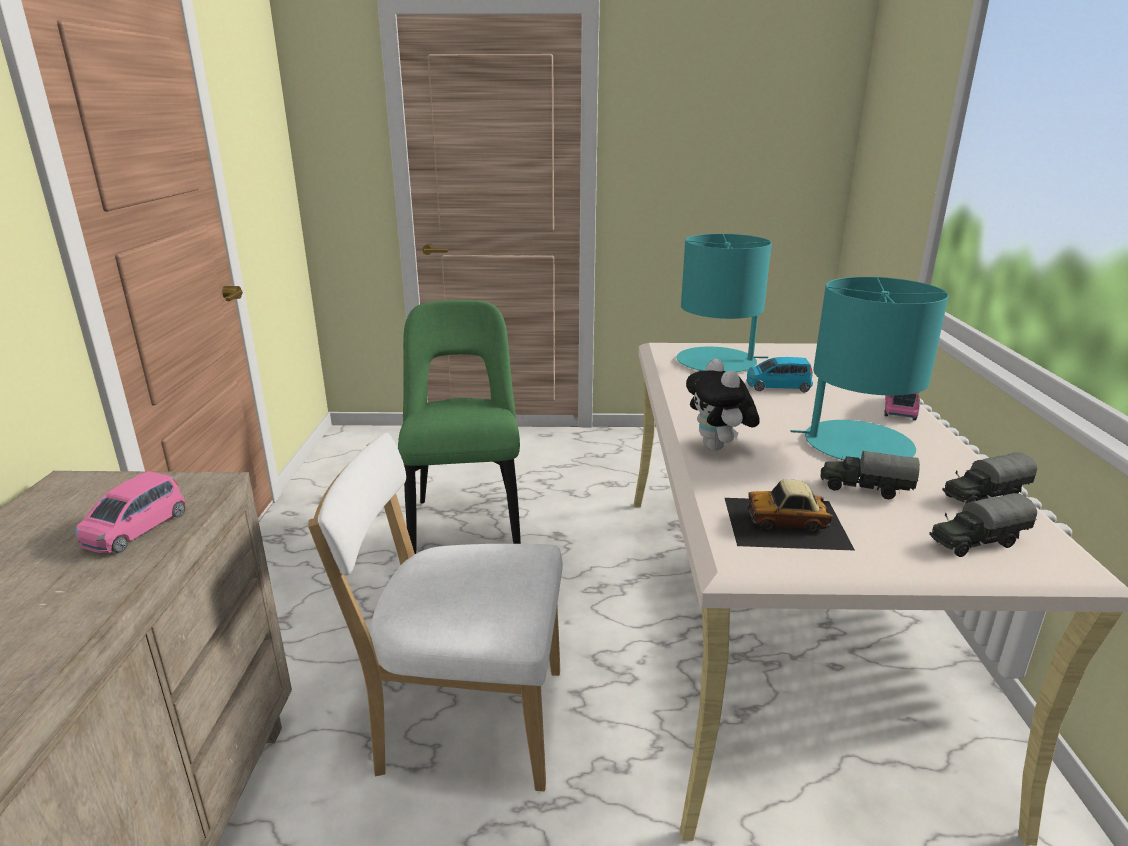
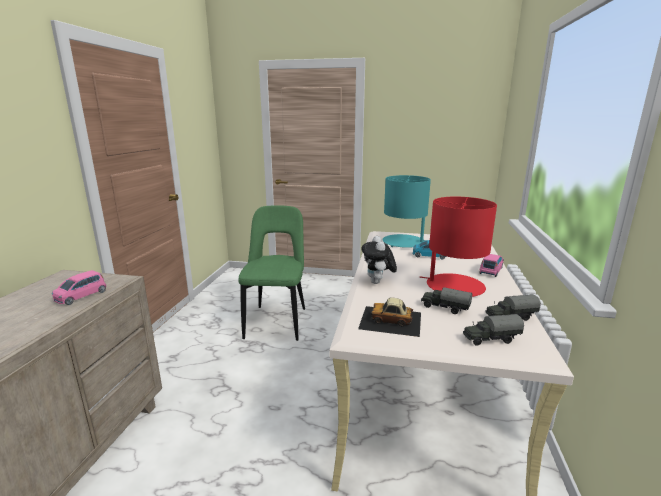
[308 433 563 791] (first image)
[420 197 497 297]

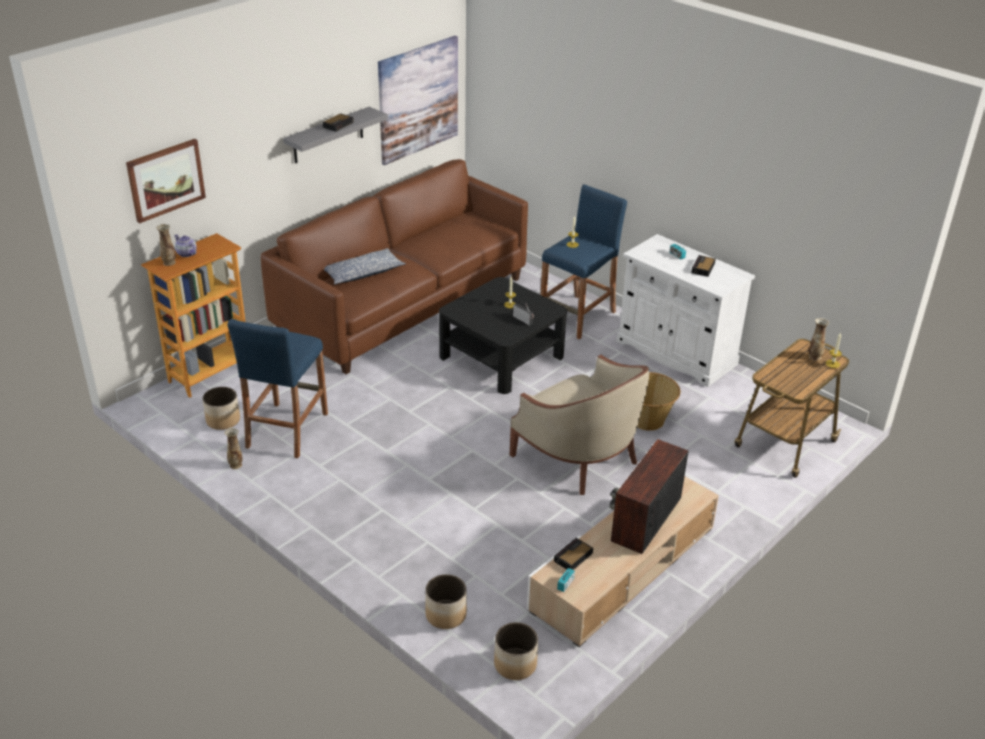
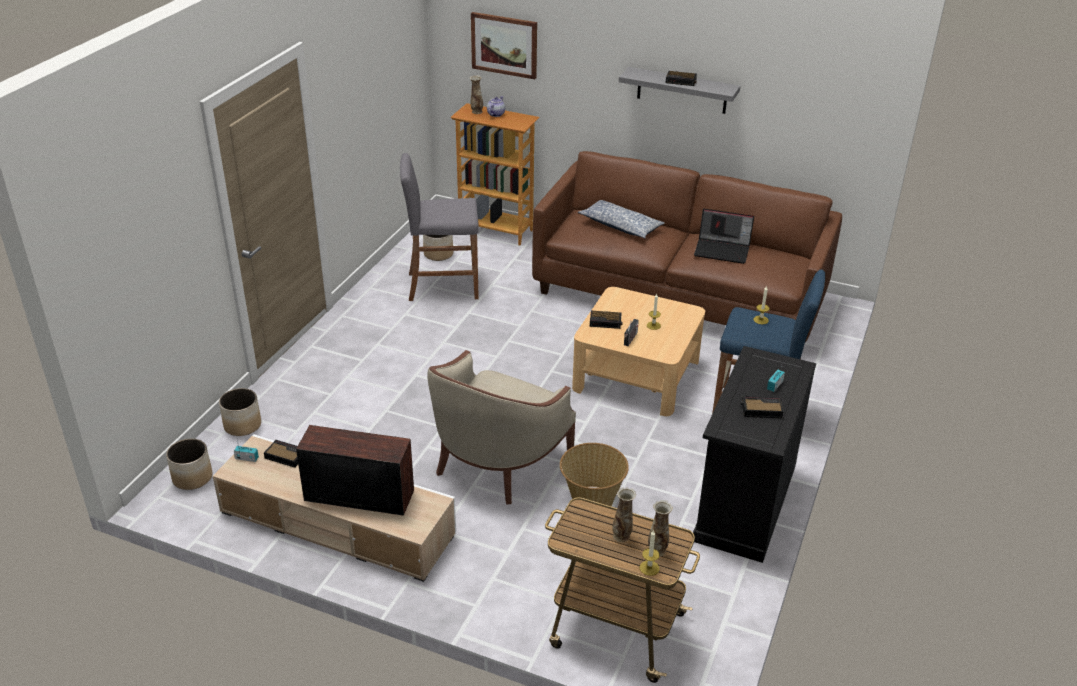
[612 487 636 542]
[400 153 479 301]
[378 36 458 165] (first image)
[572 287 705 416]
[693 346 816 563]
[590 311 623 329]
[694 209 754 264]

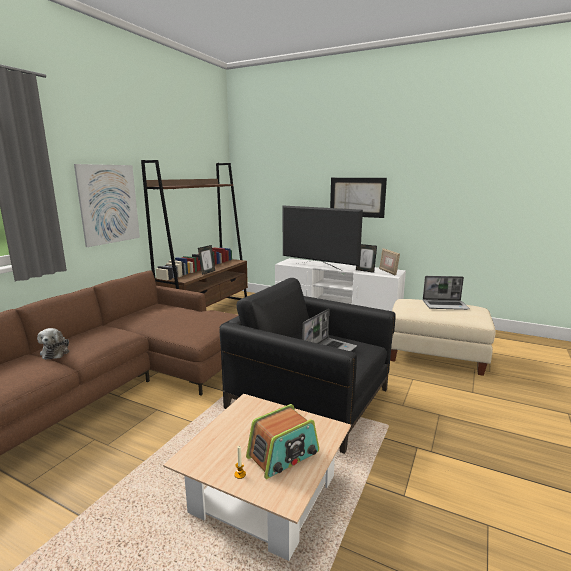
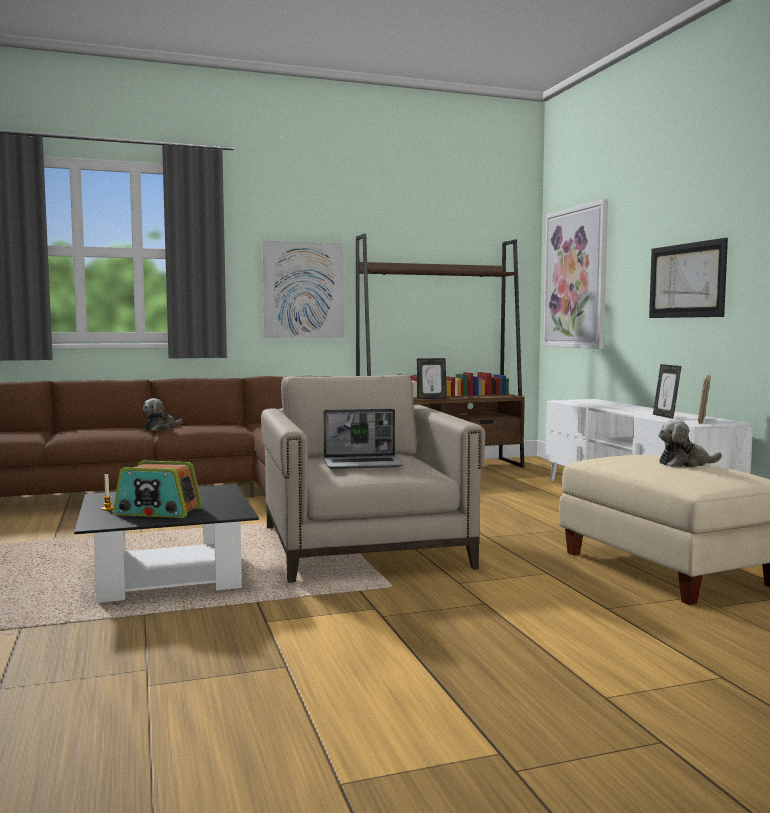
[74 484 259 603]
[261 374 485 583]
[283 206 363 271] (first image)
[659 420 722 467]
[543 199 608 349]

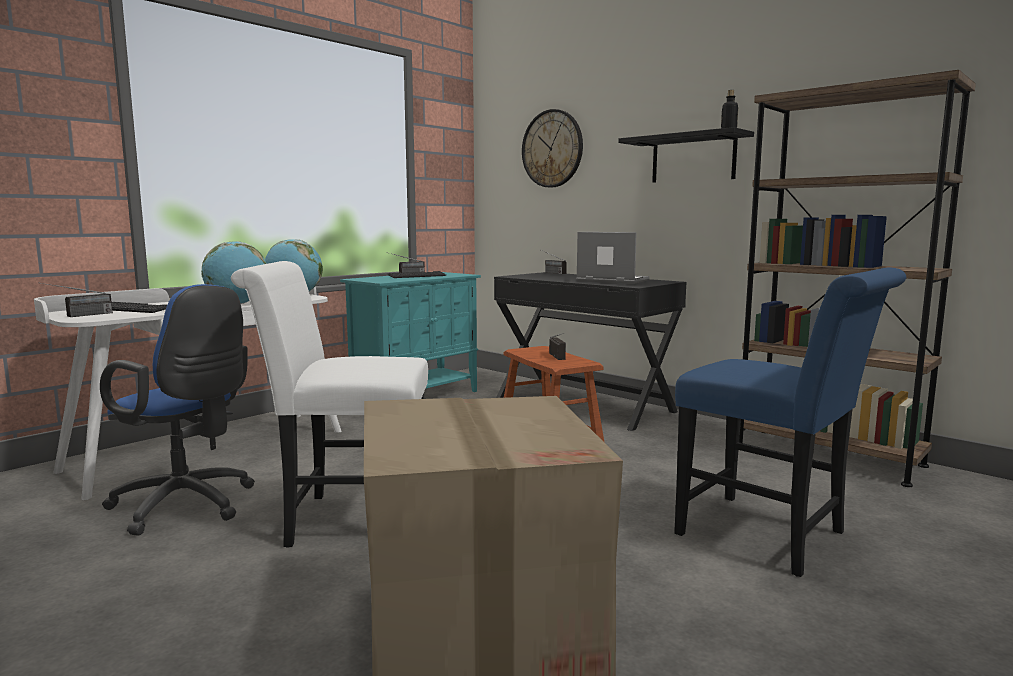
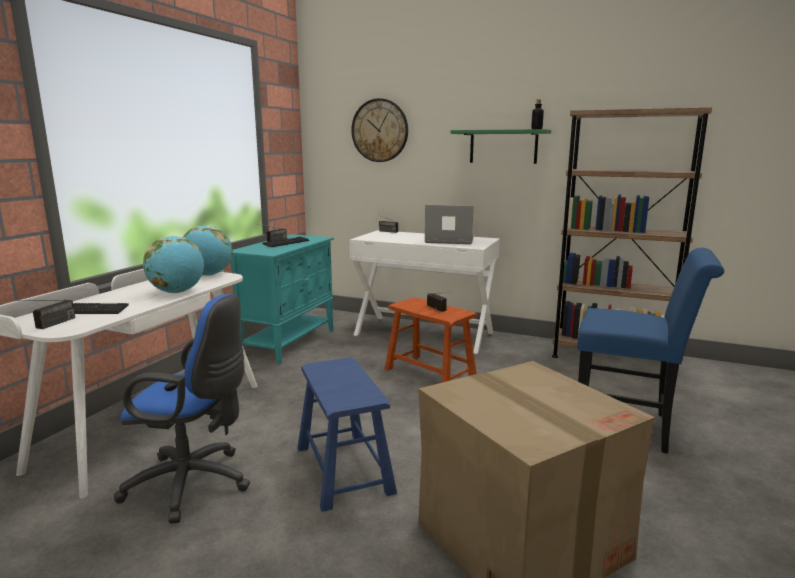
[297 357 397 512]
[349 230 500 354]
[451 129 551 164]

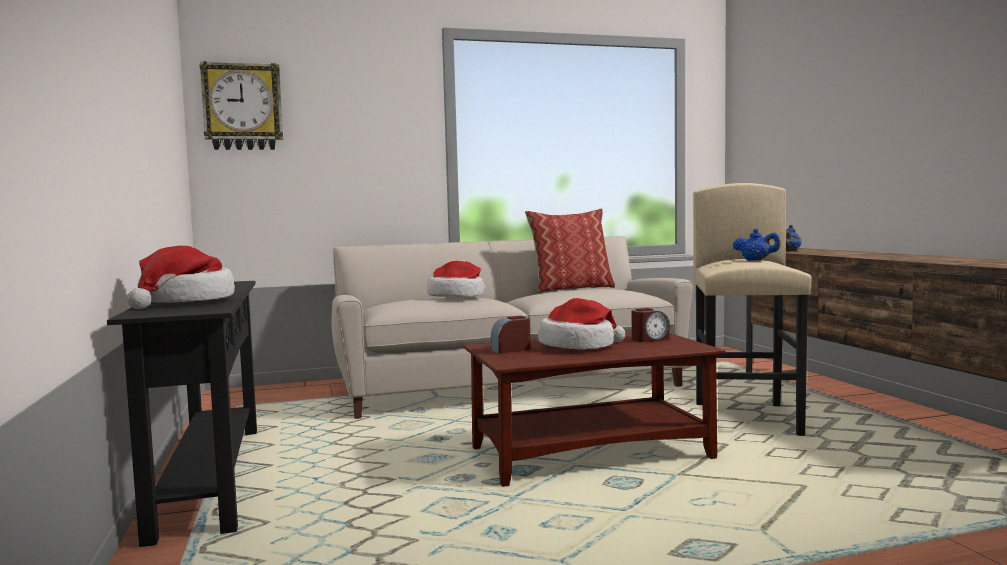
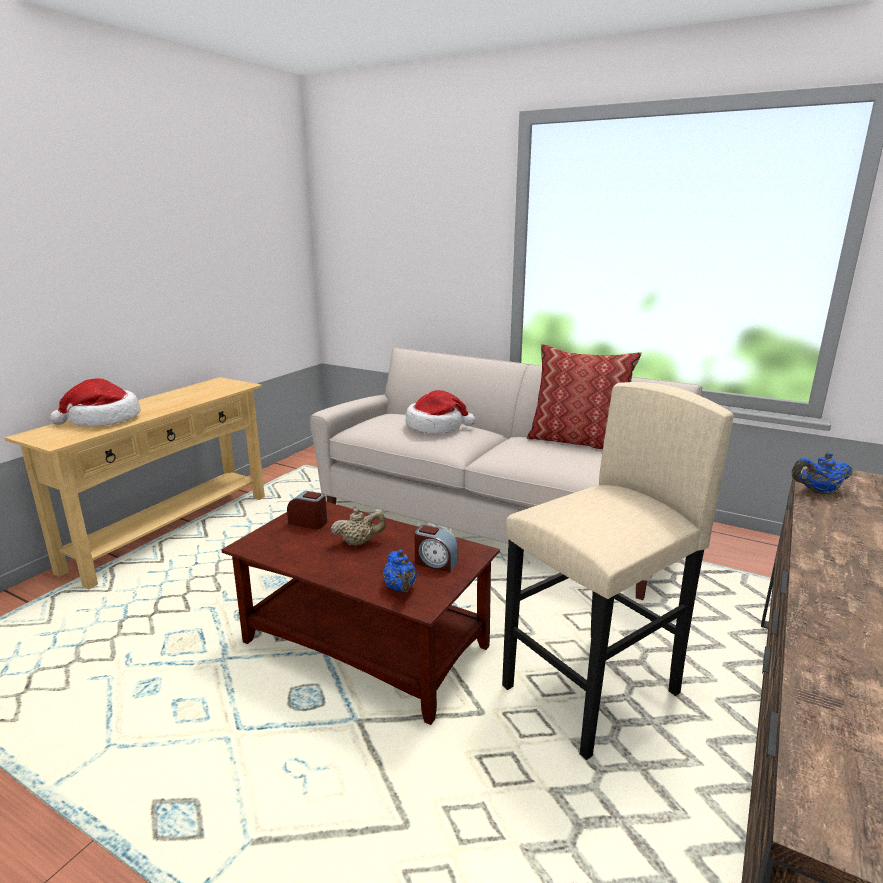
[5 377 265 589]
[200 61 283 150] (first image)
[331 508 386 545]
[383 550 417 593]

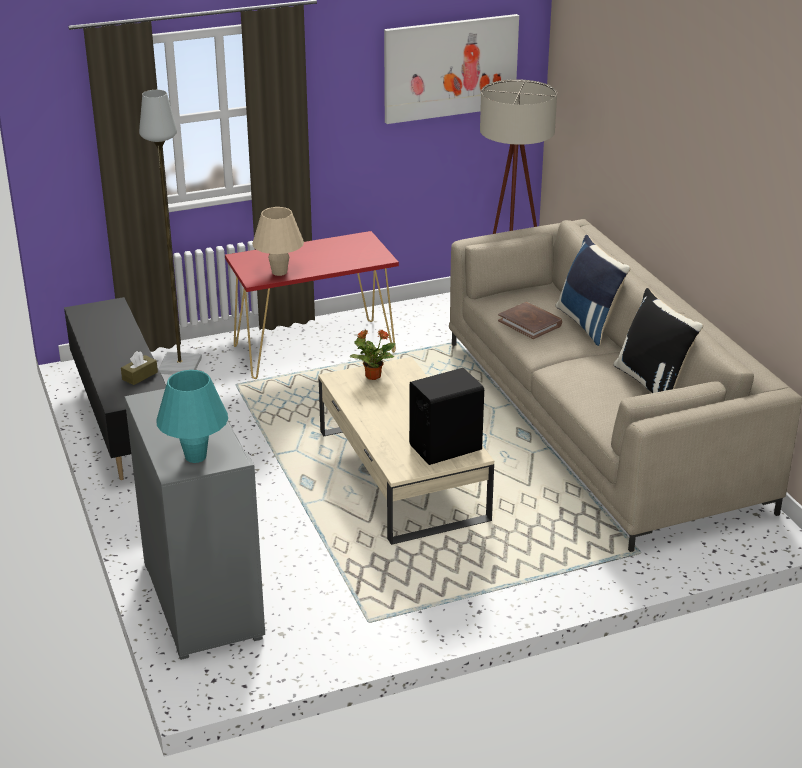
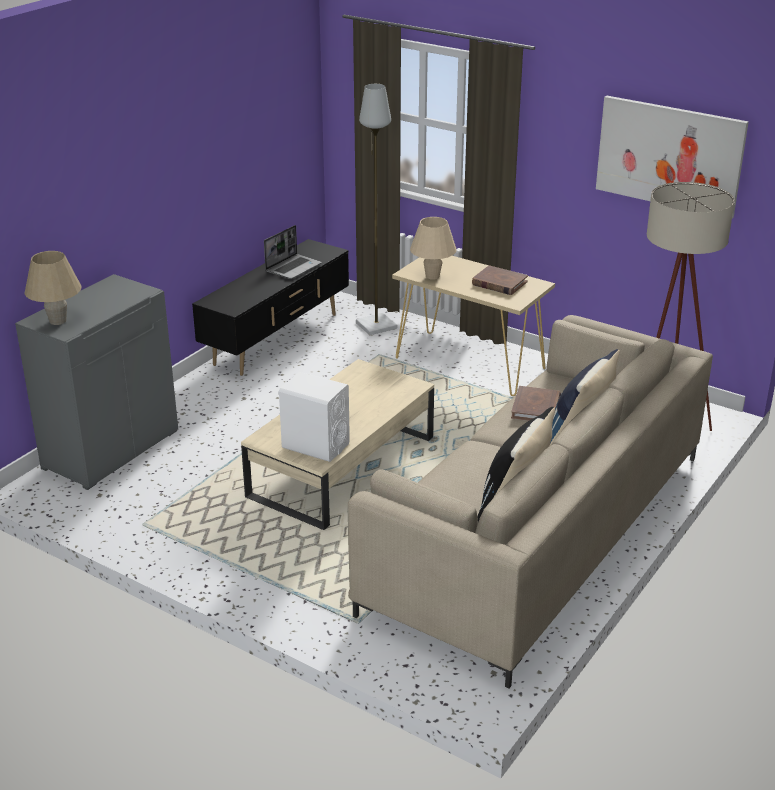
[121 351 158 385] (first image)
[24 251 81 325]
[392 256 555 396]
[350 329 395 380] (first image)
[278 372 350 462]
[264 225 322 279]
[472 265 528 295]

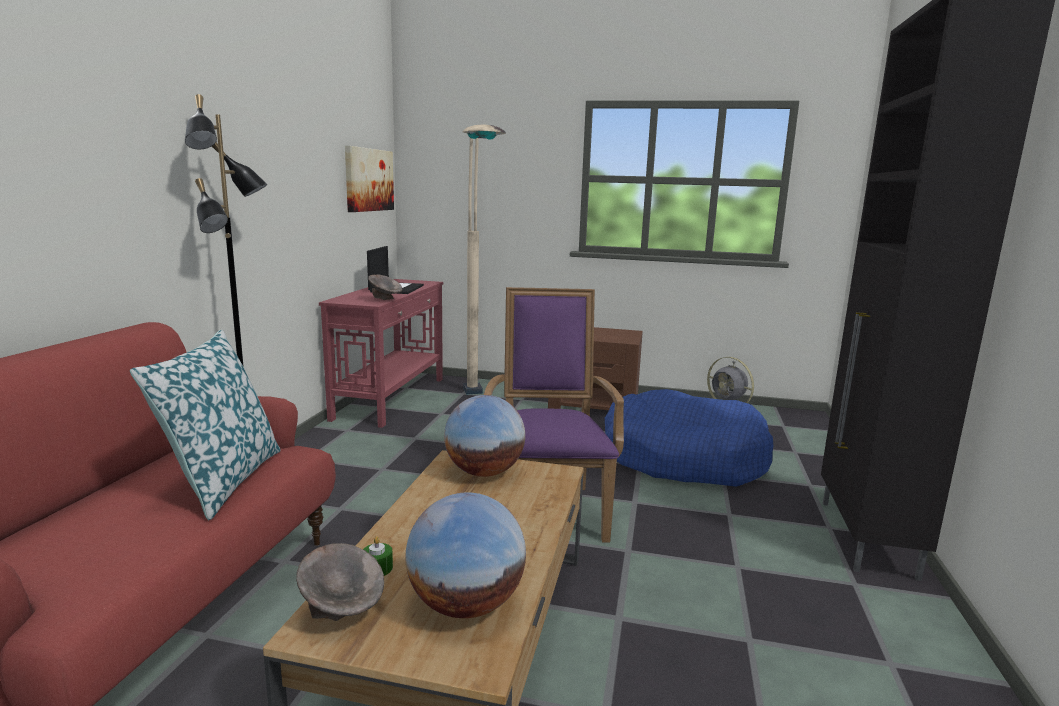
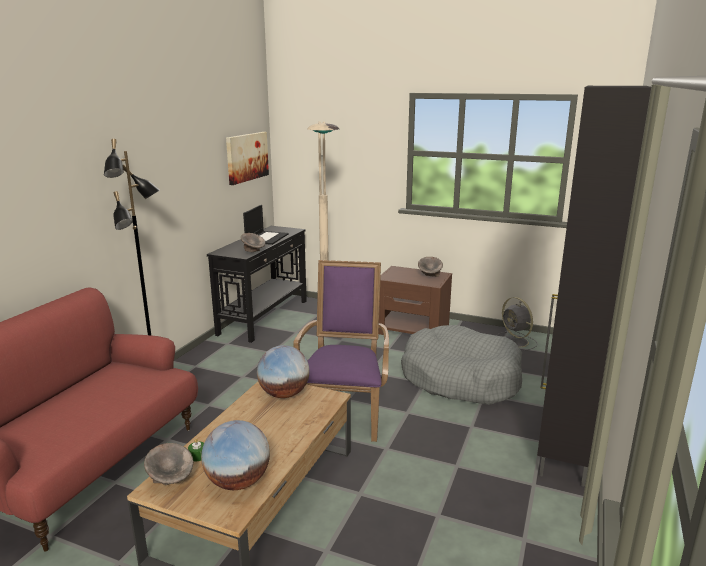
[130 330 281 520] (first image)
[207 226 307 343]
[401 325 522 405]
[418 257 443 277]

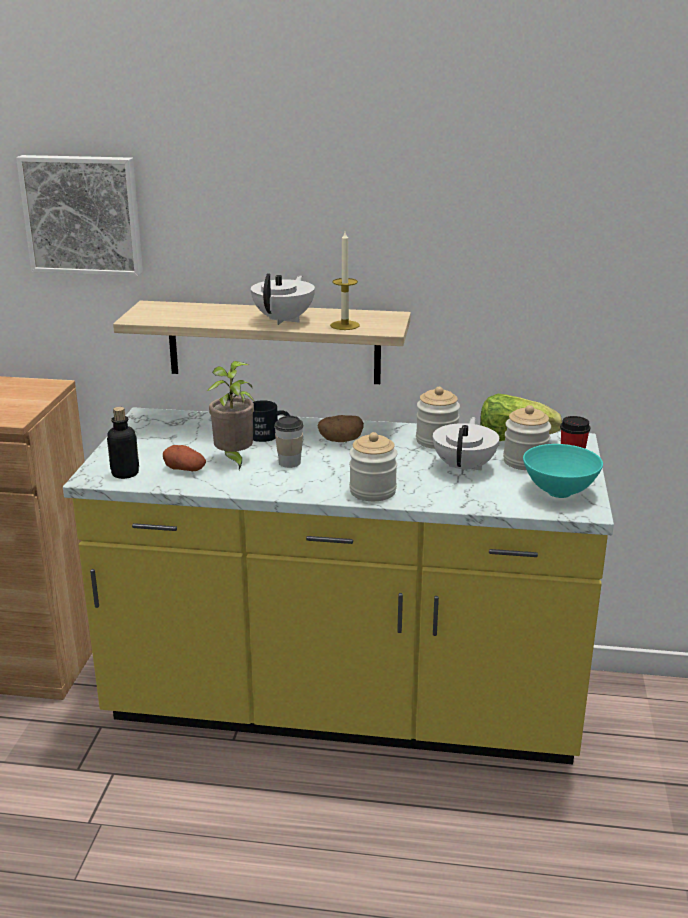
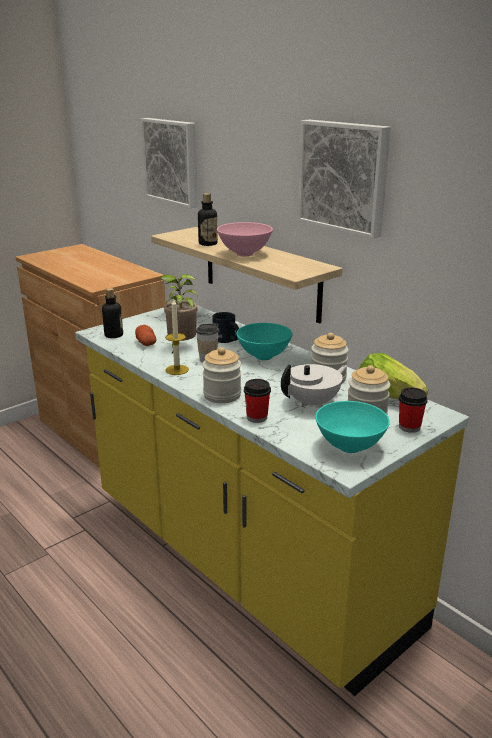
[217 222 273 256]
[236 323 292 360]
[165 299 189 375]
[198 193 218 246]
[244 379 271 423]
[298 120 391 239]

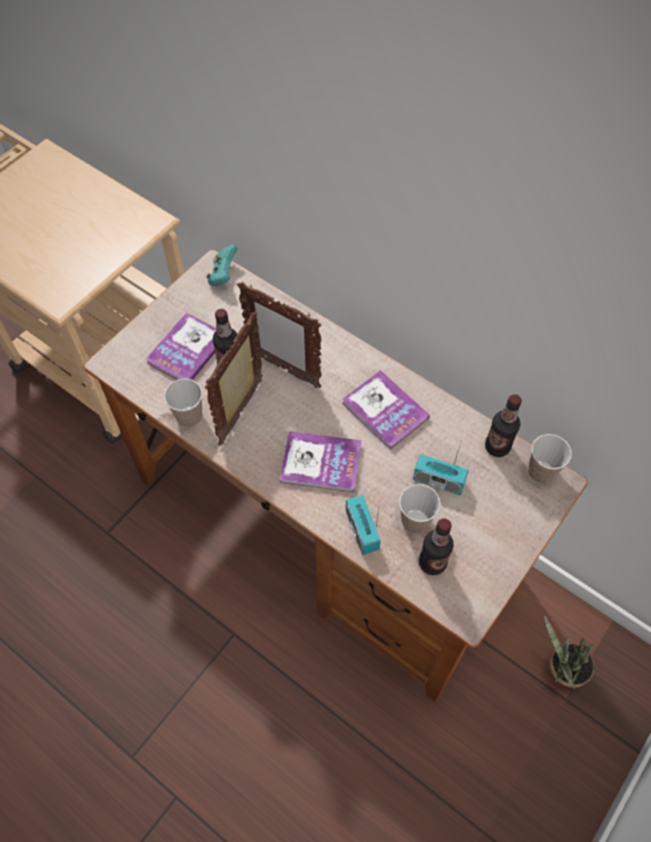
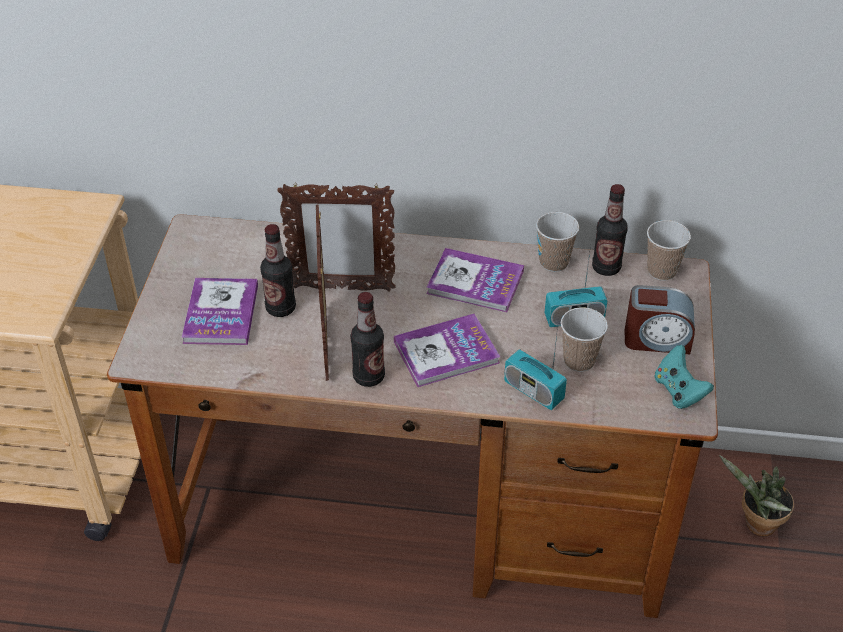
[536 212 579 272]
[655 345 714 409]
[350 292 385 387]
[625 285 695 354]

